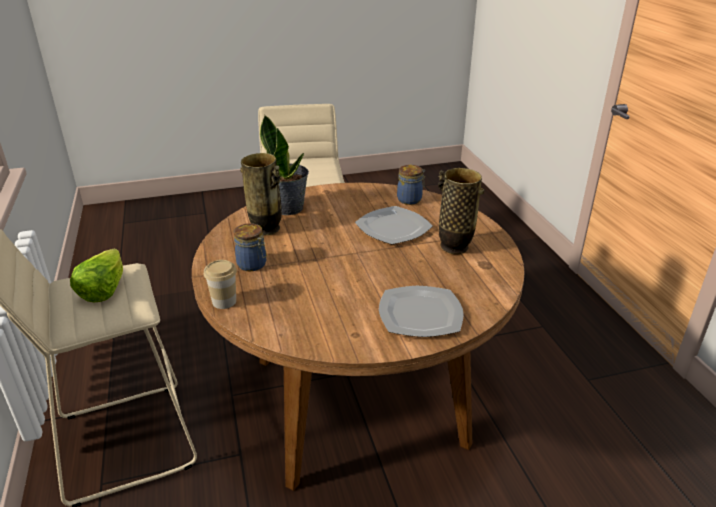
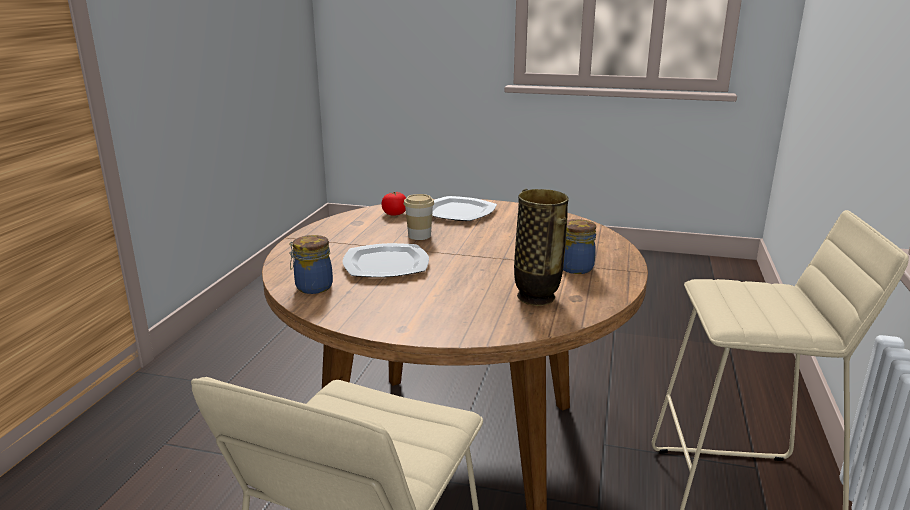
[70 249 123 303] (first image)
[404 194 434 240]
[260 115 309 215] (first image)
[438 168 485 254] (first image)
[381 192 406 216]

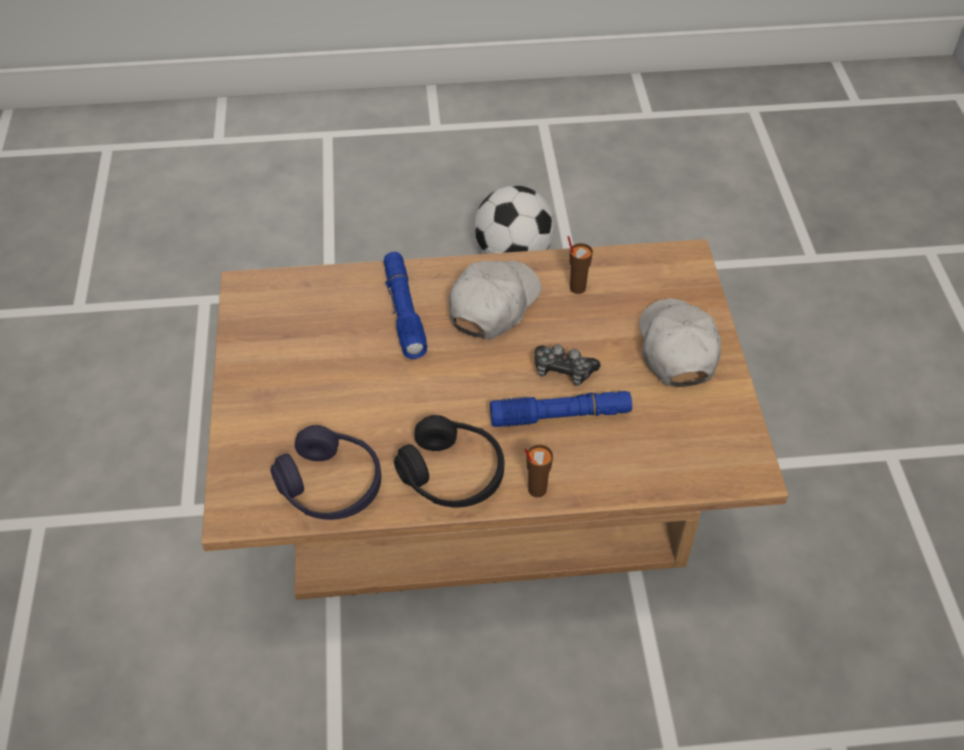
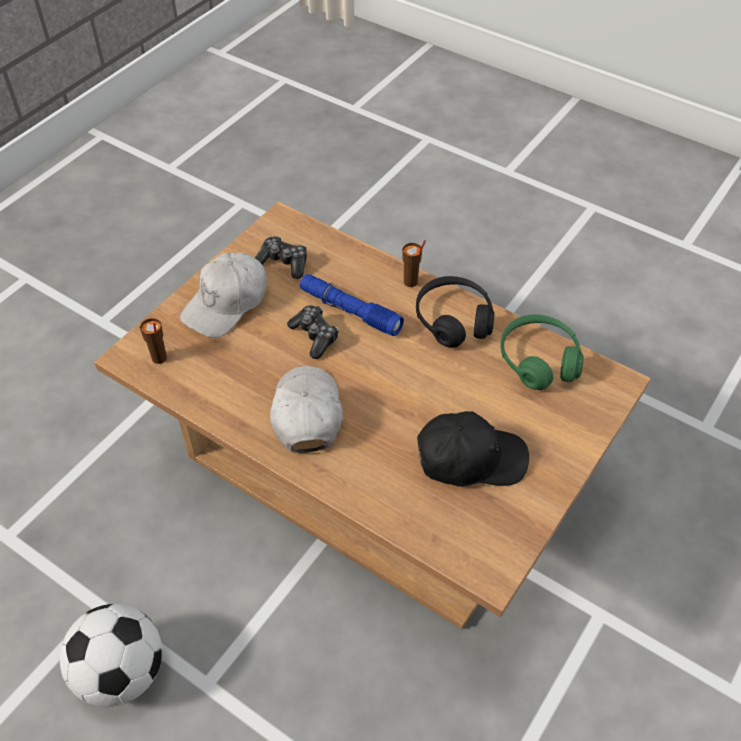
[501 314 584 390]
[384 252 427 359] (first image)
[270 366 344 453]
[140 318 167 364]
[255 236 307 279]
[417 411 529 487]

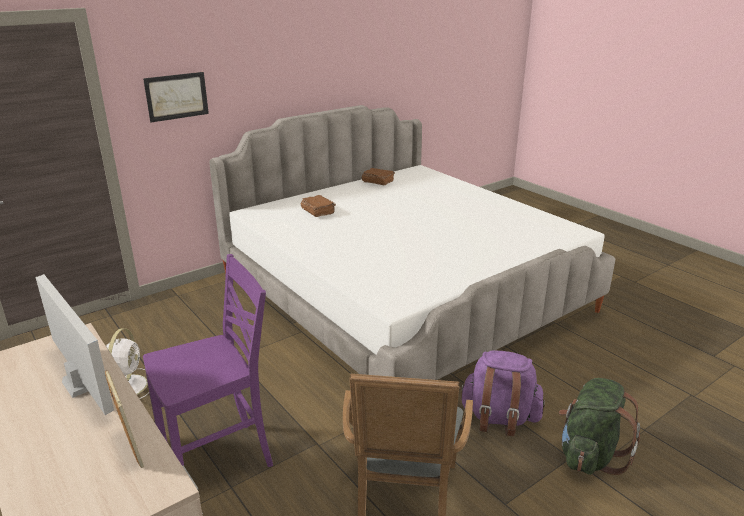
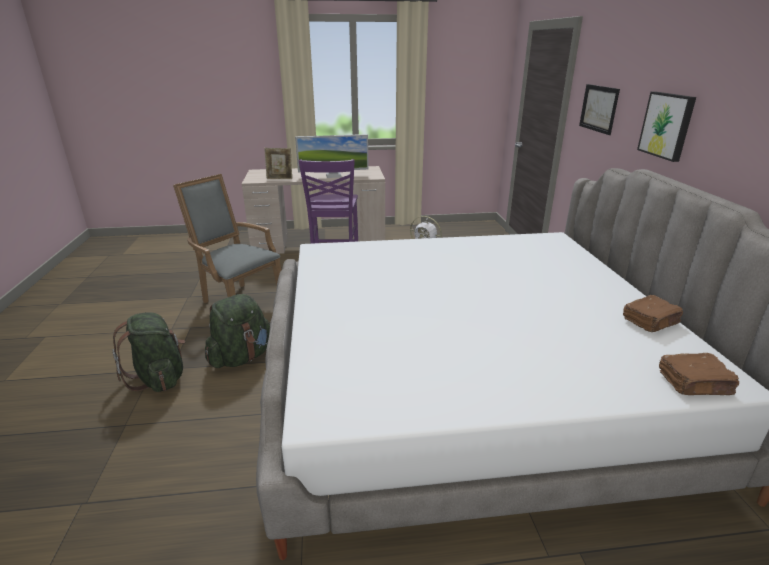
[659 353 739 395]
[205 294 270 368]
[637 92 696 162]

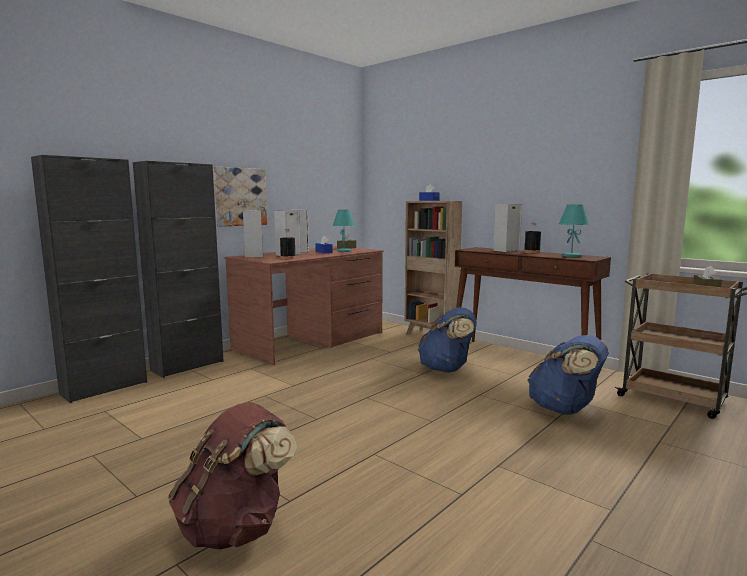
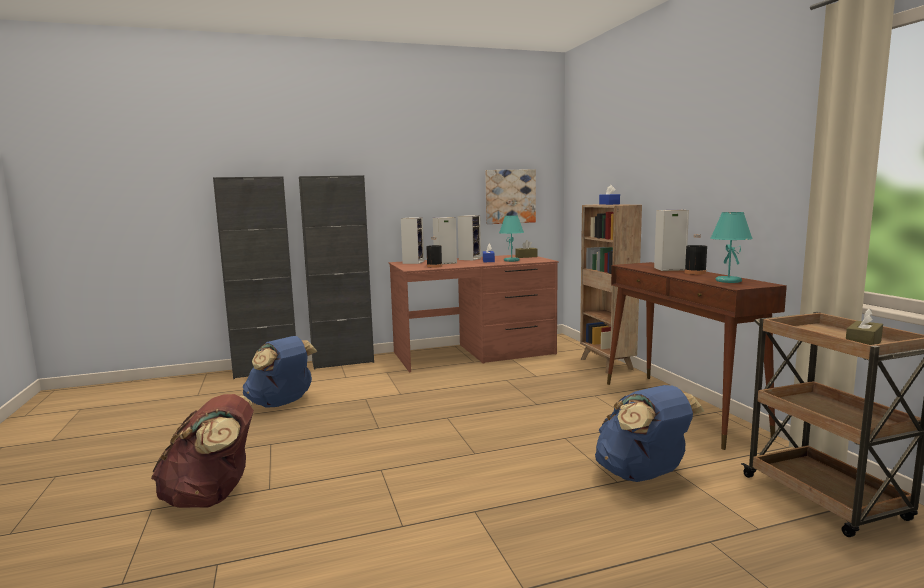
[485 169 536 224]
[243 336 317 407]

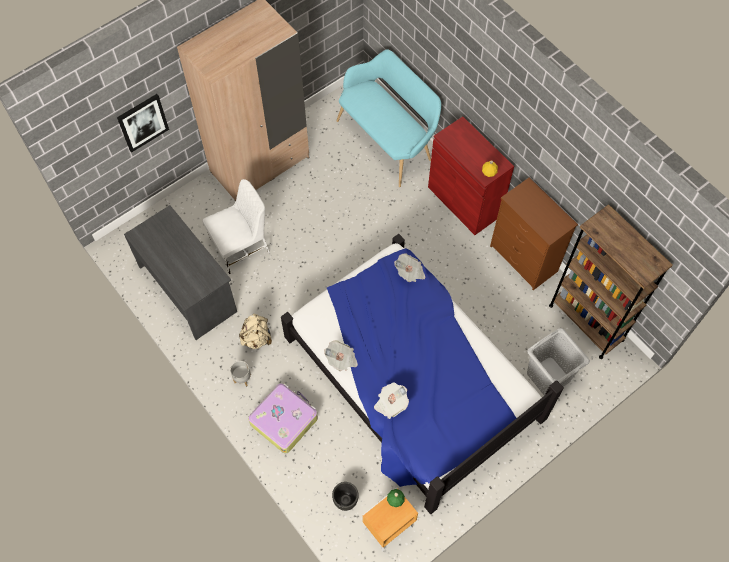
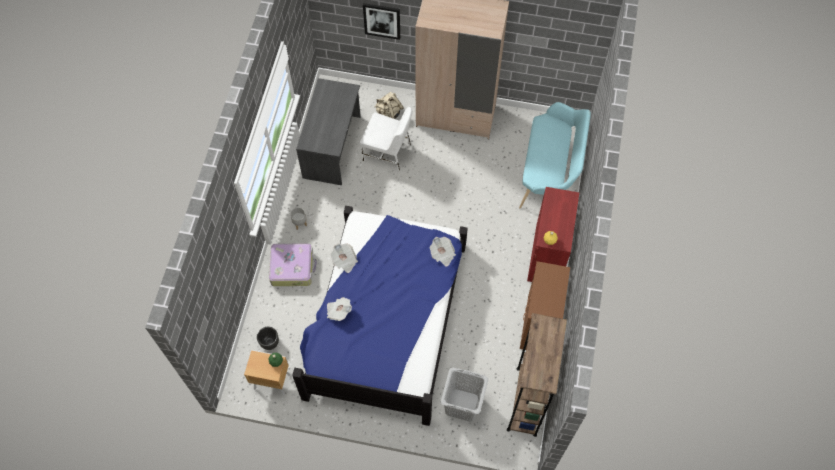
[374 92 404 119]

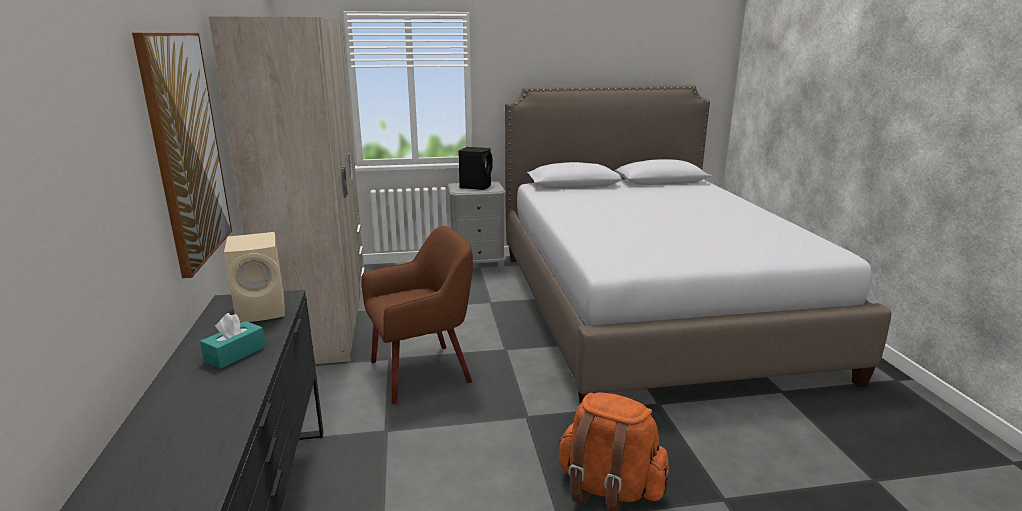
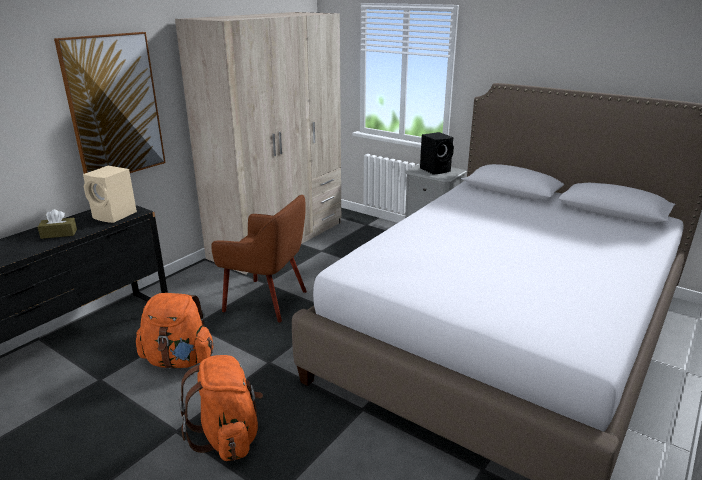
[38 209 77 239]
[136 293 214 369]

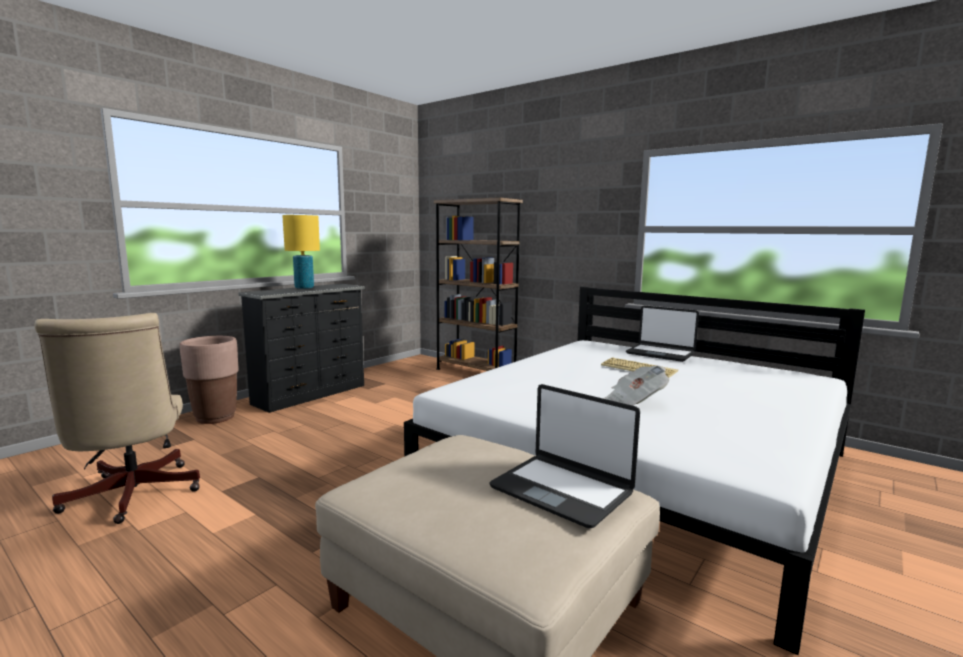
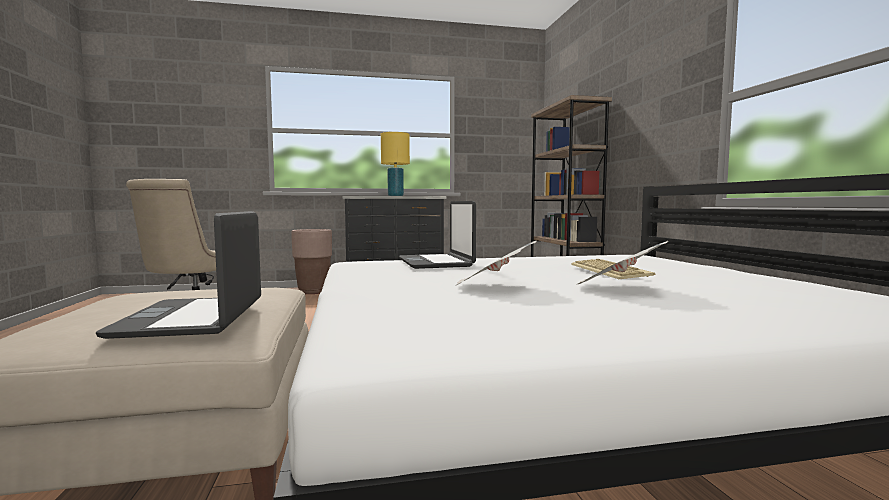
[399 201 476 269]
[578 241 668 285]

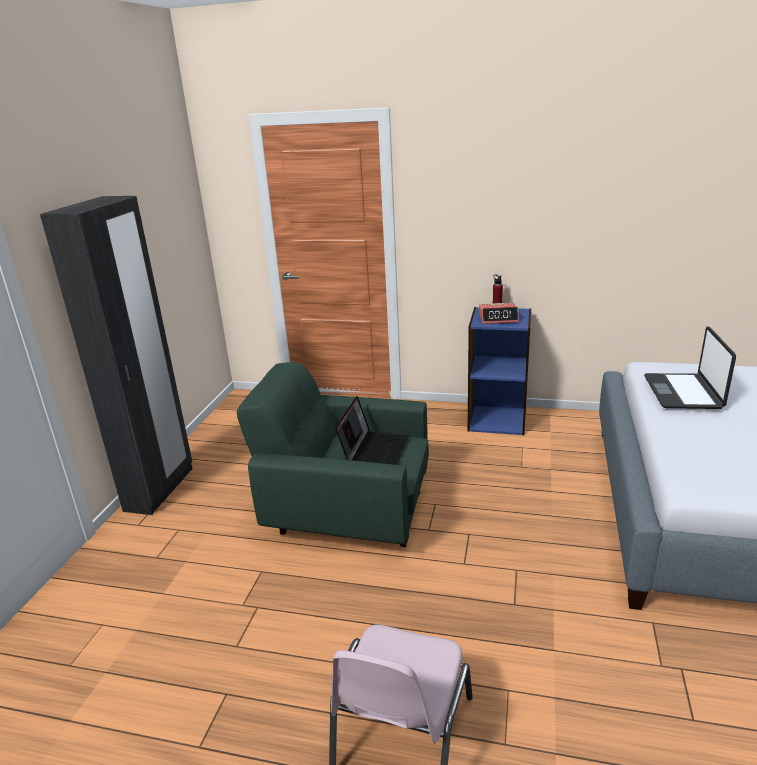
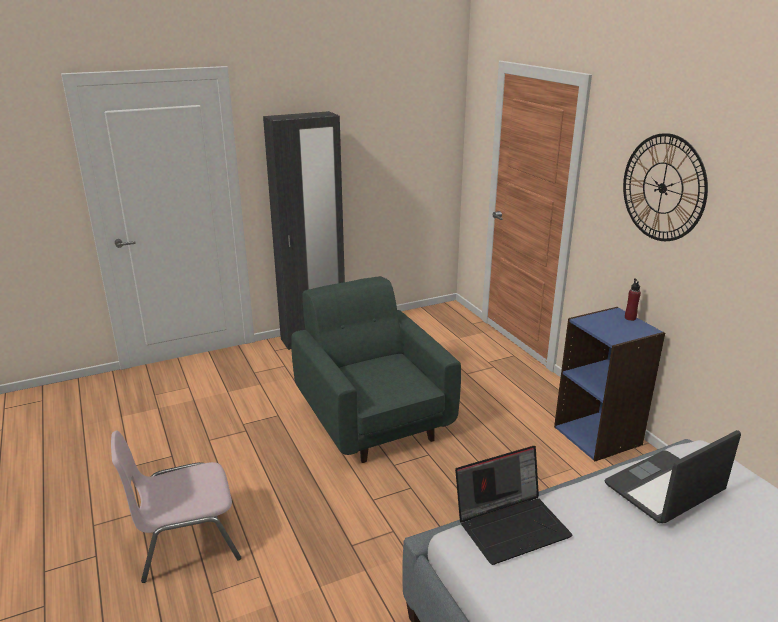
[455 446 572 565]
[479 303 519 324] (first image)
[623 133 708 241]

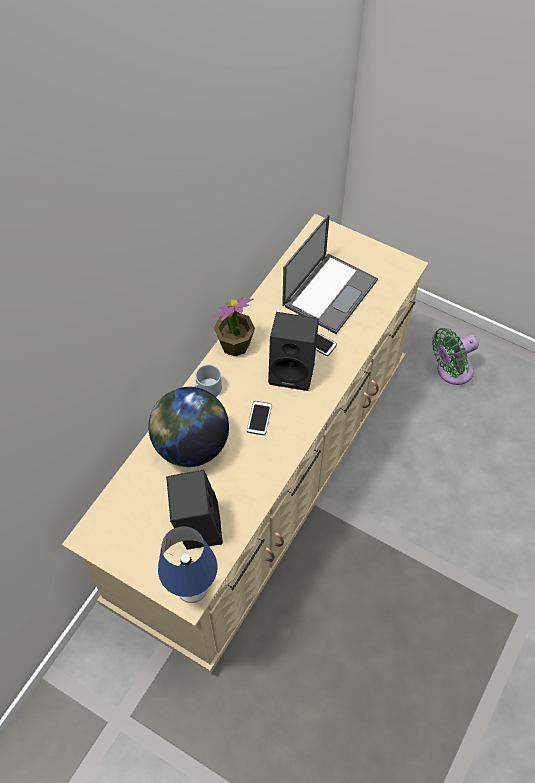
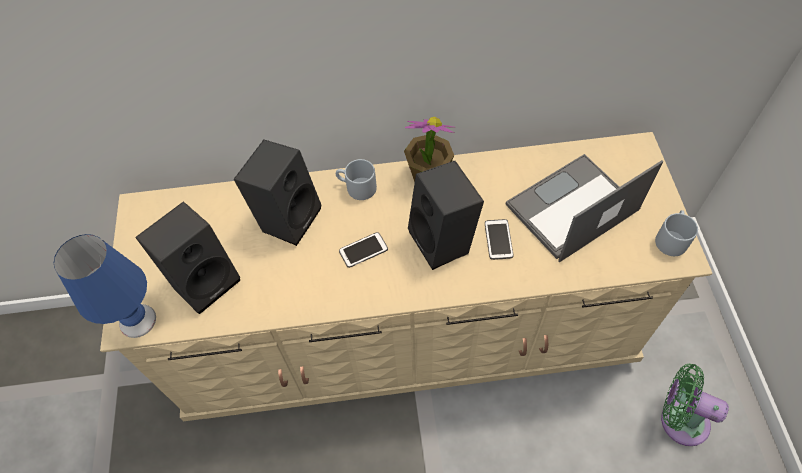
[234 140 321 246]
[505 154 663 262]
[655 210 698 256]

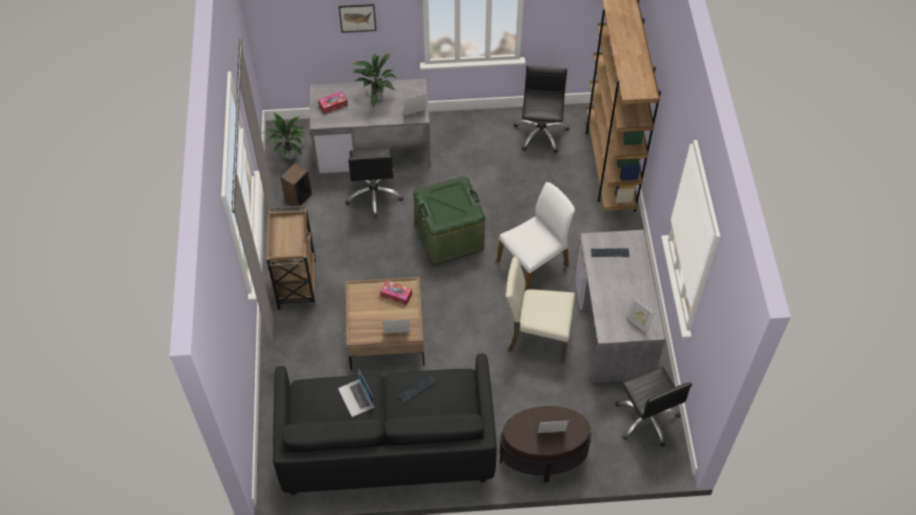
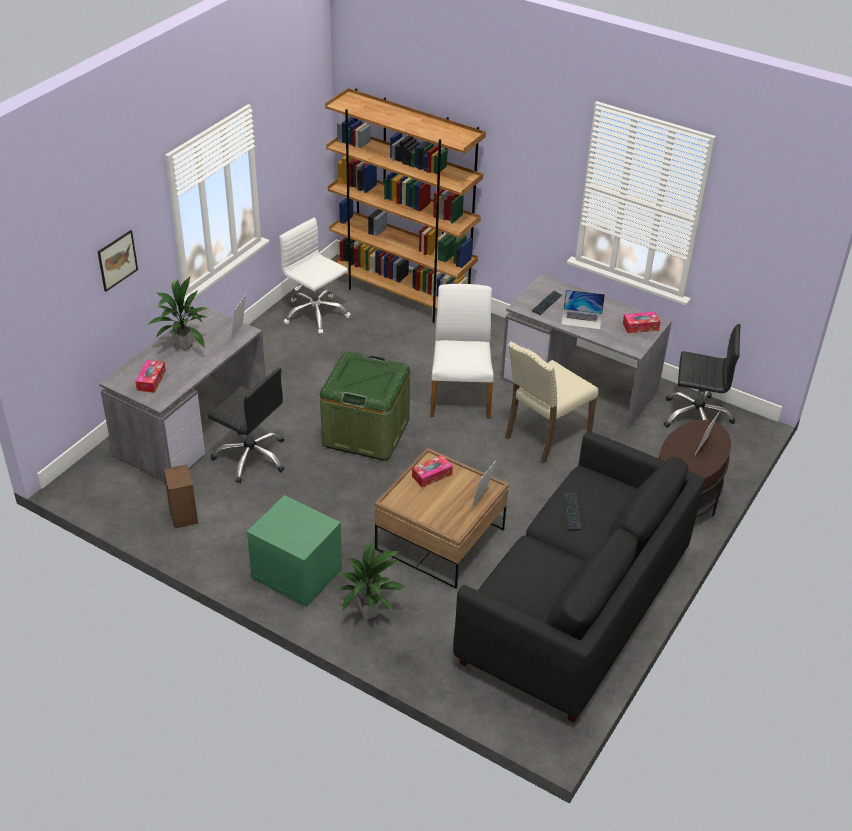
[338 541 406 620]
[247 495 342 607]
[561 290 605 330]
[279 217 350 334]
[623 312 661 333]

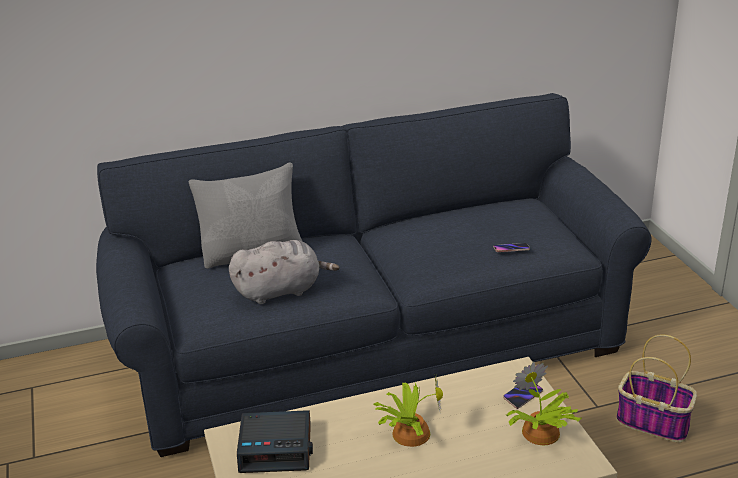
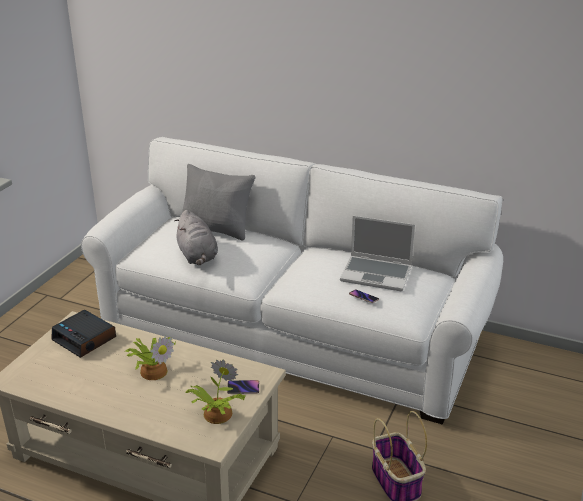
[81 137 503 424]
[174 210 218 265]
[340 216 415 291]

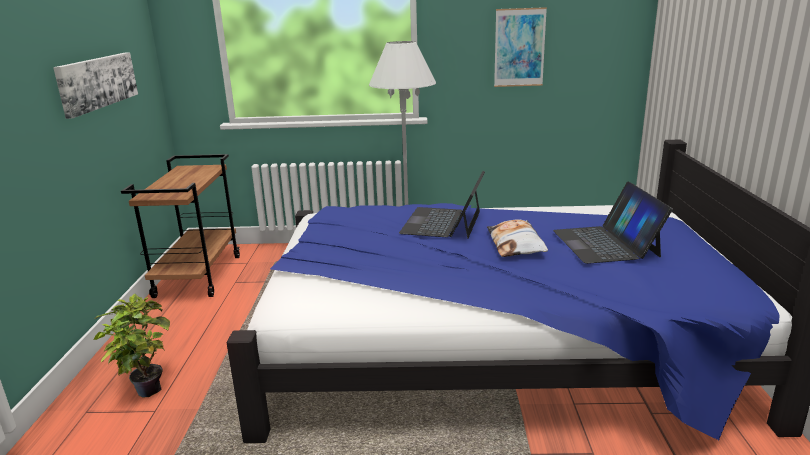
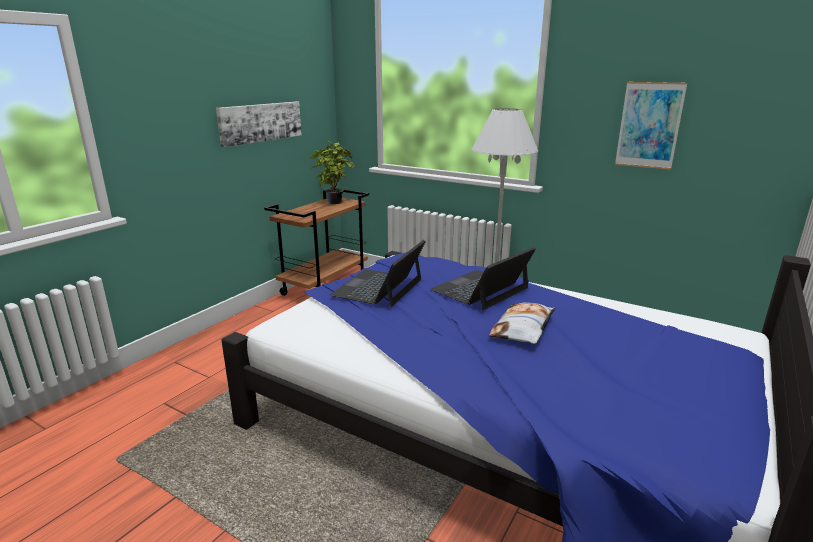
[309 141 355 204]
[330 240 426 307]

